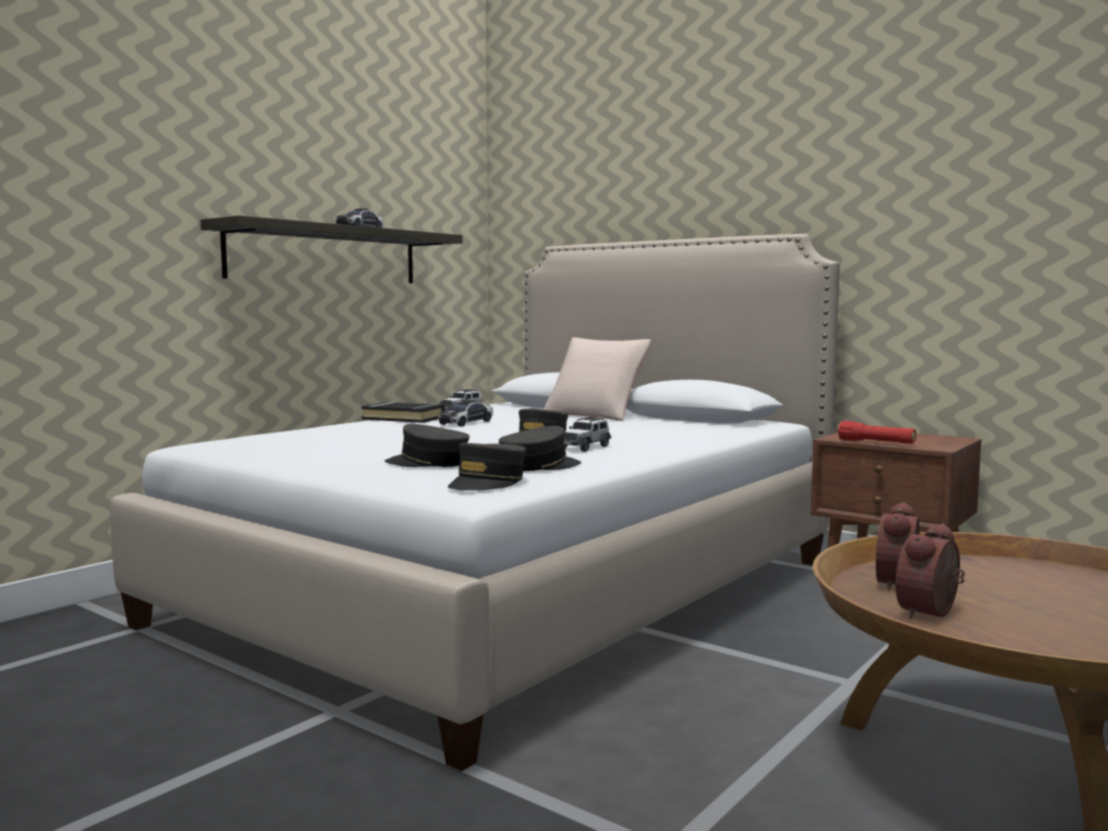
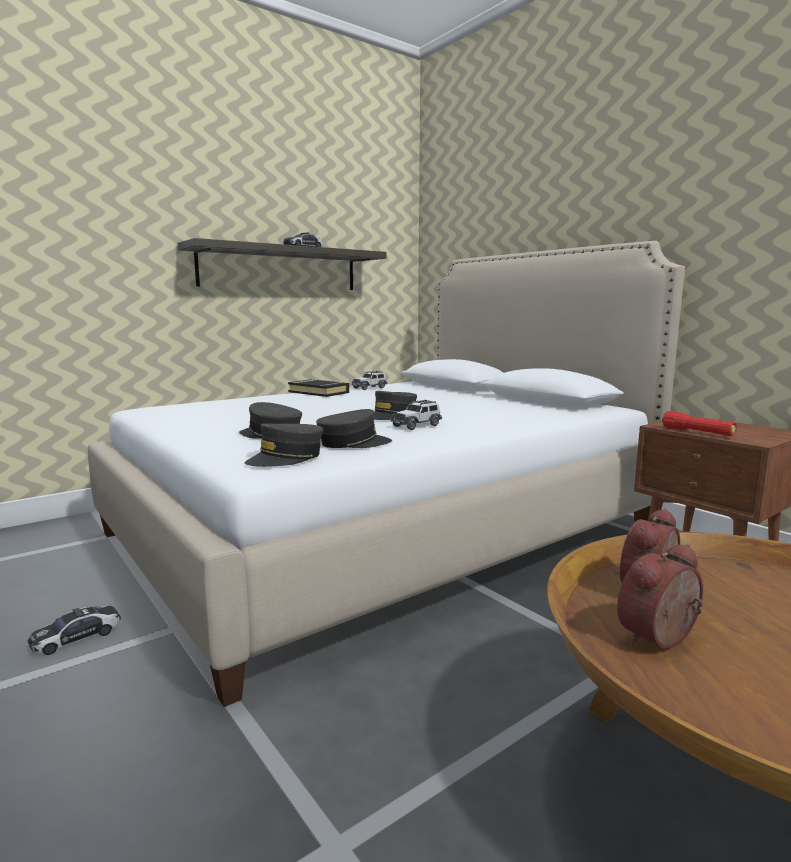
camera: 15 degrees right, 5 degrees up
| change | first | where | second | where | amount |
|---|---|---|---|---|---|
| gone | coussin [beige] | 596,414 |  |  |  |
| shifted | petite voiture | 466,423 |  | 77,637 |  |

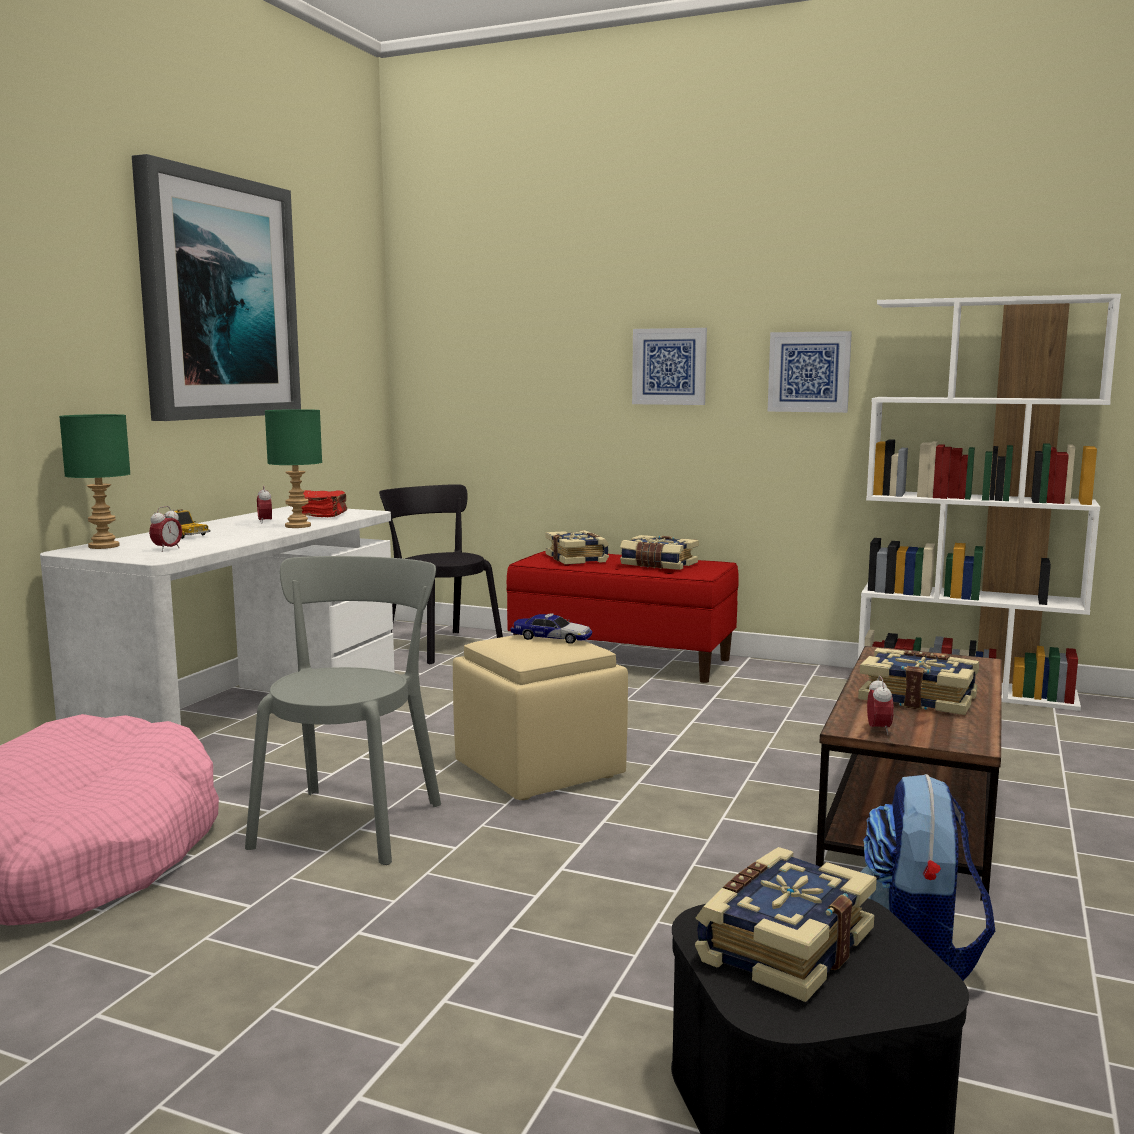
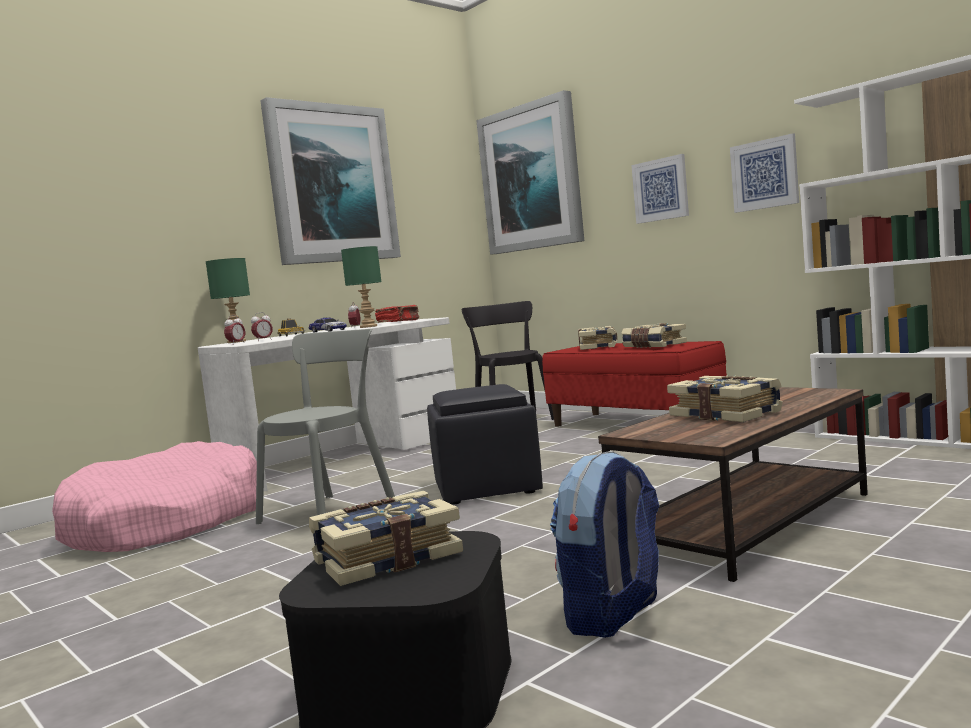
camera: 25 degrees right, 5 degrees down
| change | first | where | second | where | amount |
|---|---|---|---|---|---|
| new |  |  | tableau | 531,178 |  |
| shifted | petite voiture | 551,638 |  | 328,331 |  |
| shifted | réveil | 878,730 |  | 236,344 |  |
| repainted | pouf [beige] | 541,770 | pouf [noir] | 488,488 |  |

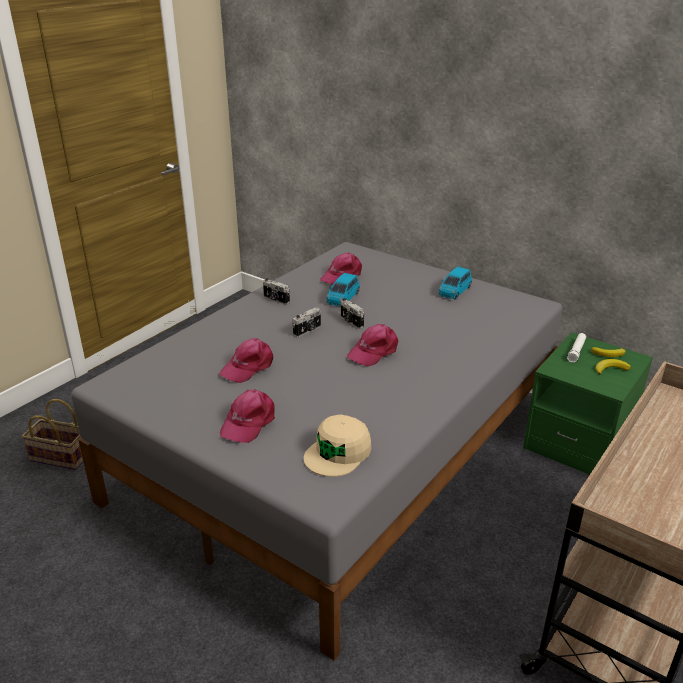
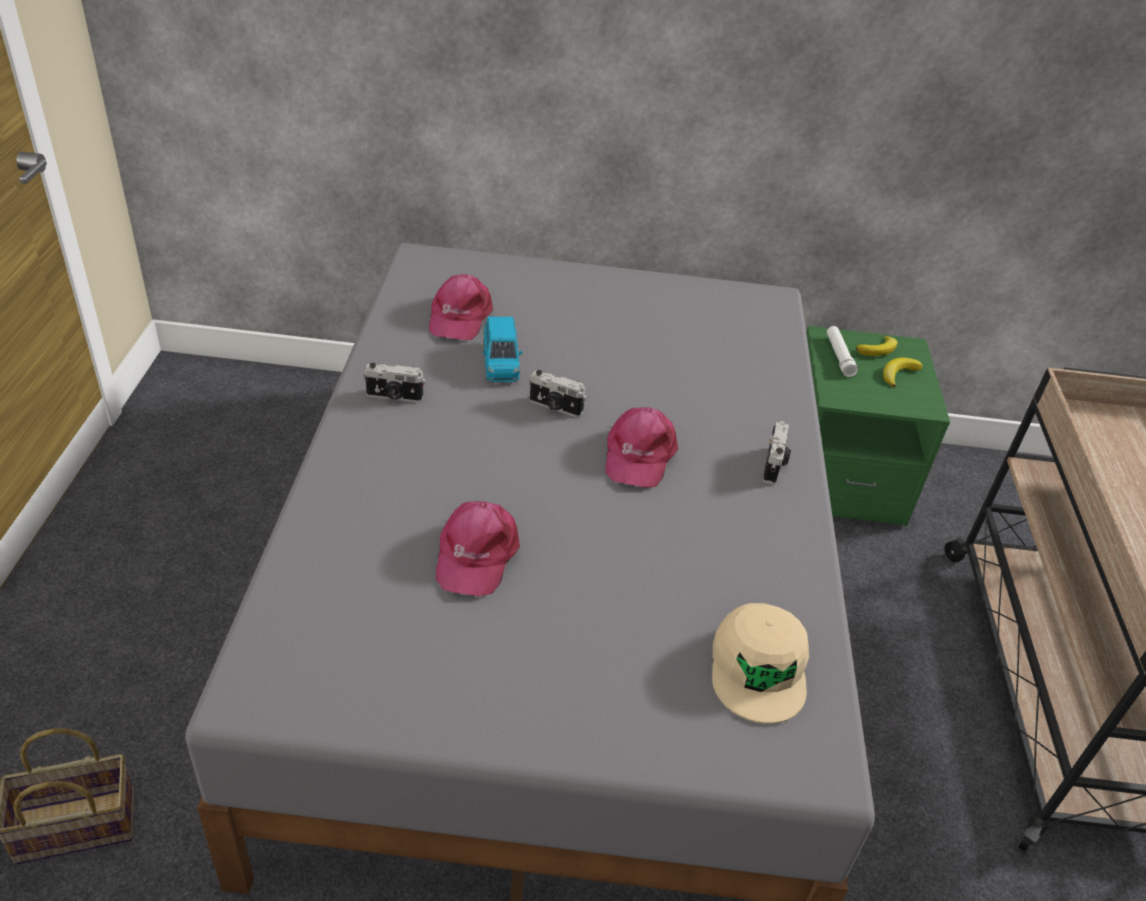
camera: 35 degrees left, 10 degrees up
| change | first | where | second | where | amount |
|---|---|---|---|---|---|
| gone | casquette [rose] | 248,422 |  |  |  |
| gone | petite voiture [bleu] | 454,291 |  |  |  |
| shifted | appareil photo | 308,331 |  | 774,465 |  |

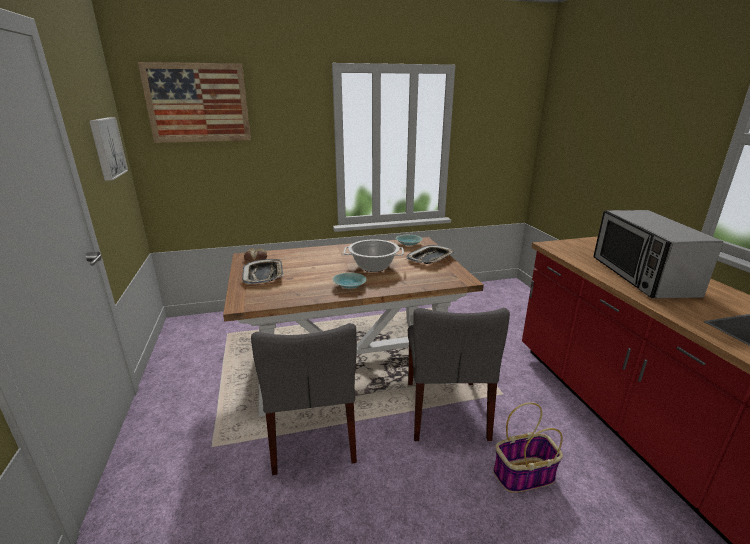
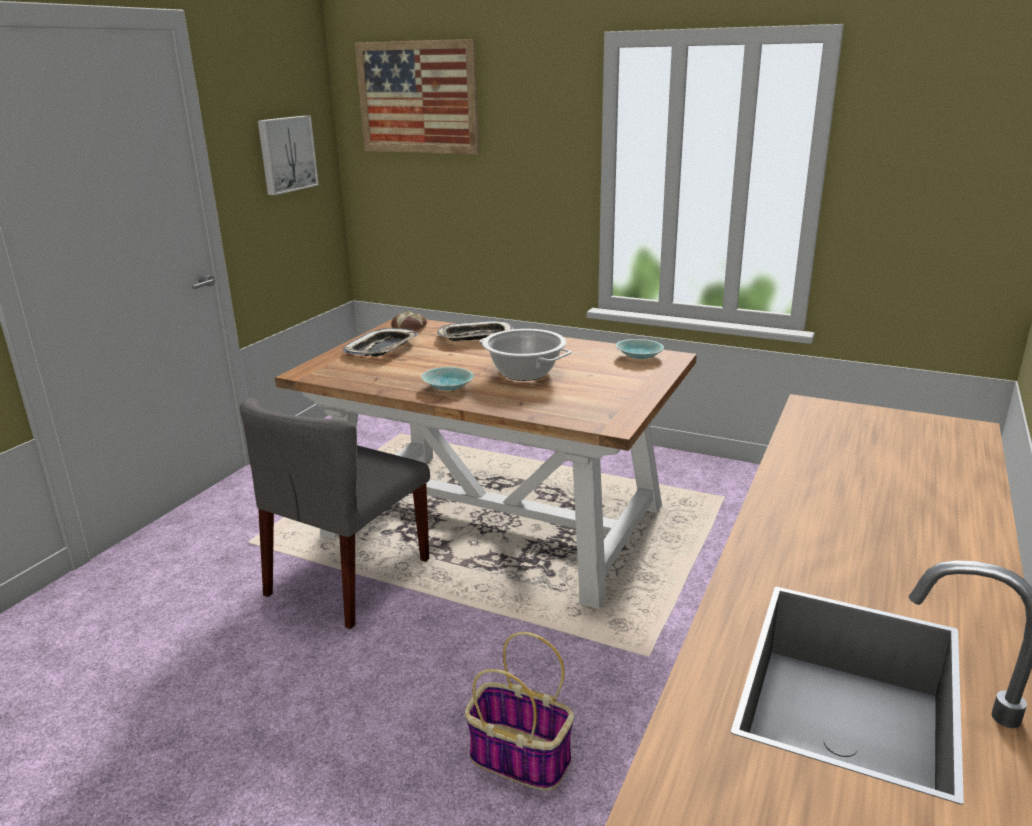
camera: 40 degrees right, 0 degrees up
| change | first | where | second | where | amount |
|---|---|---|---|---|---|
| gone | chaise [gris] | 446,410 |  |  |  |
| gone | micro-ondes | 641,276 |  |  |  |
| shifted | plateau | 430,258 |  | 475,337 |  |

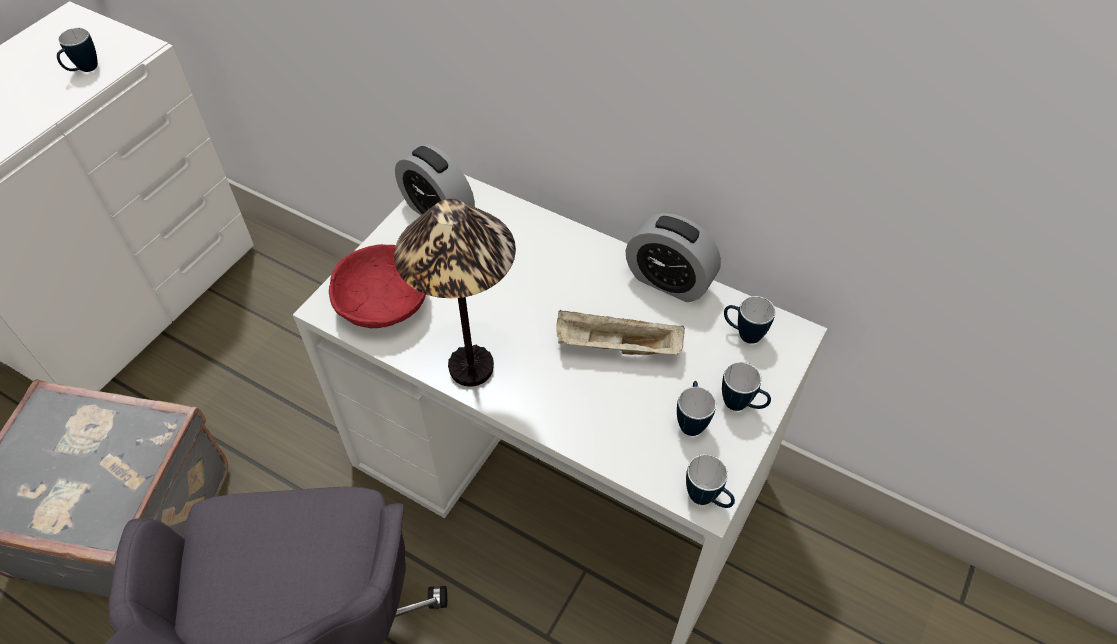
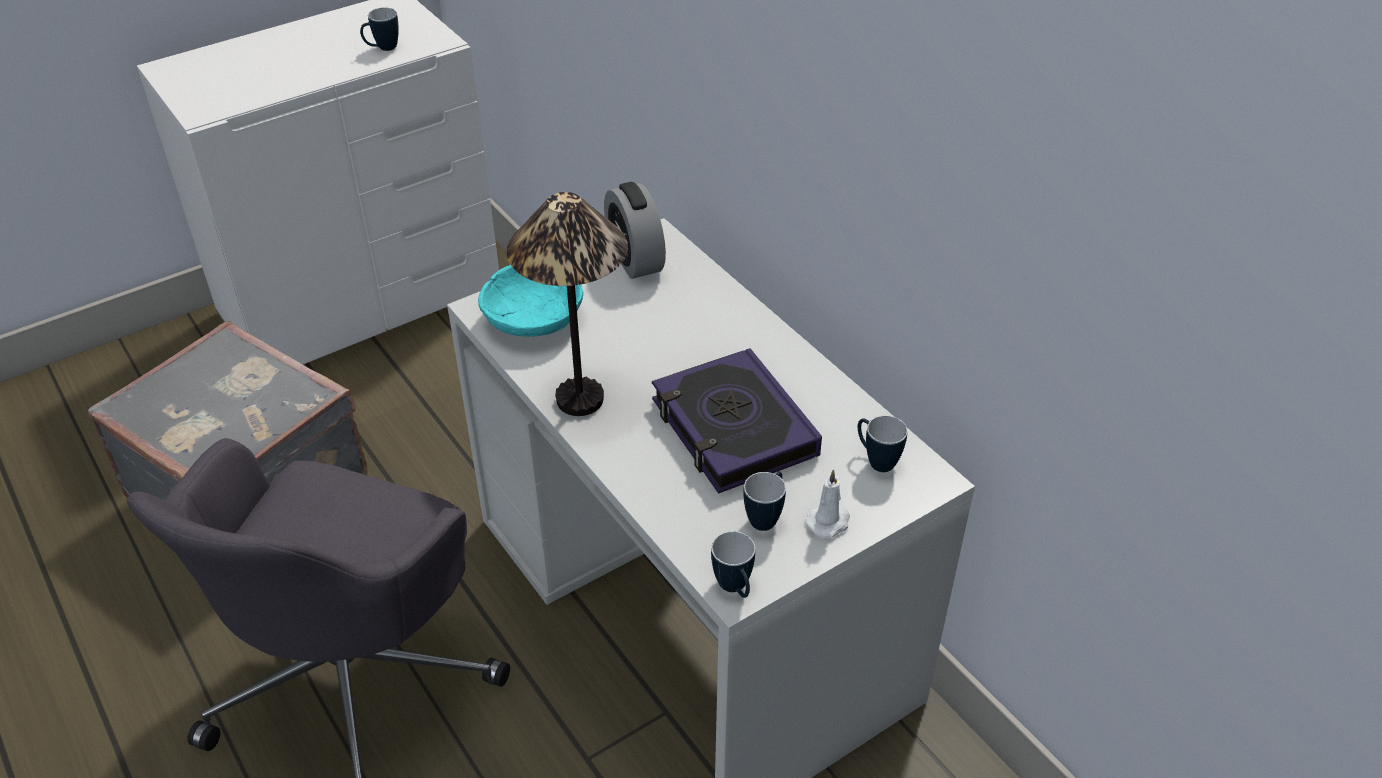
camera: 25 degrees right, 10 degrees down
| change | first | where | second | where | amount |
|---|---|---|---|---|---|
| gone | réveil | 669,281 |  |  |  |
| swapped | plateau [beige] | 616,347 | livre | 733,428 |  |
| swapped | mug | 741,405 | bougie [blanc] | 829,522 |  |
| repainted | bol [rouge] | 383,302 | bol [turquoise] | 534,319 |  |

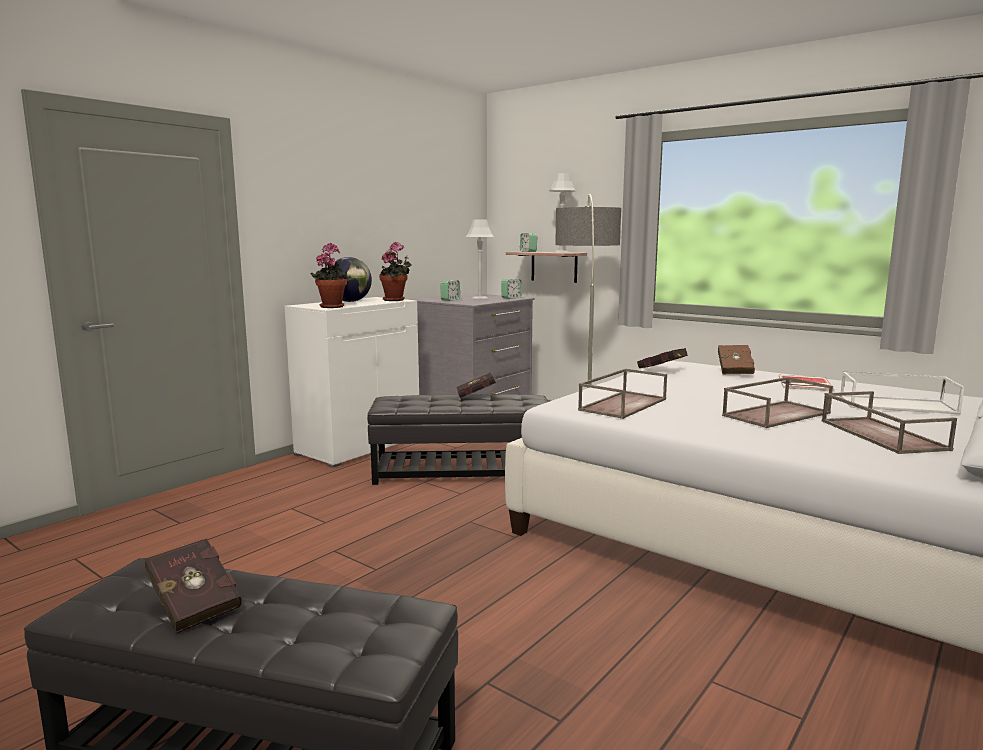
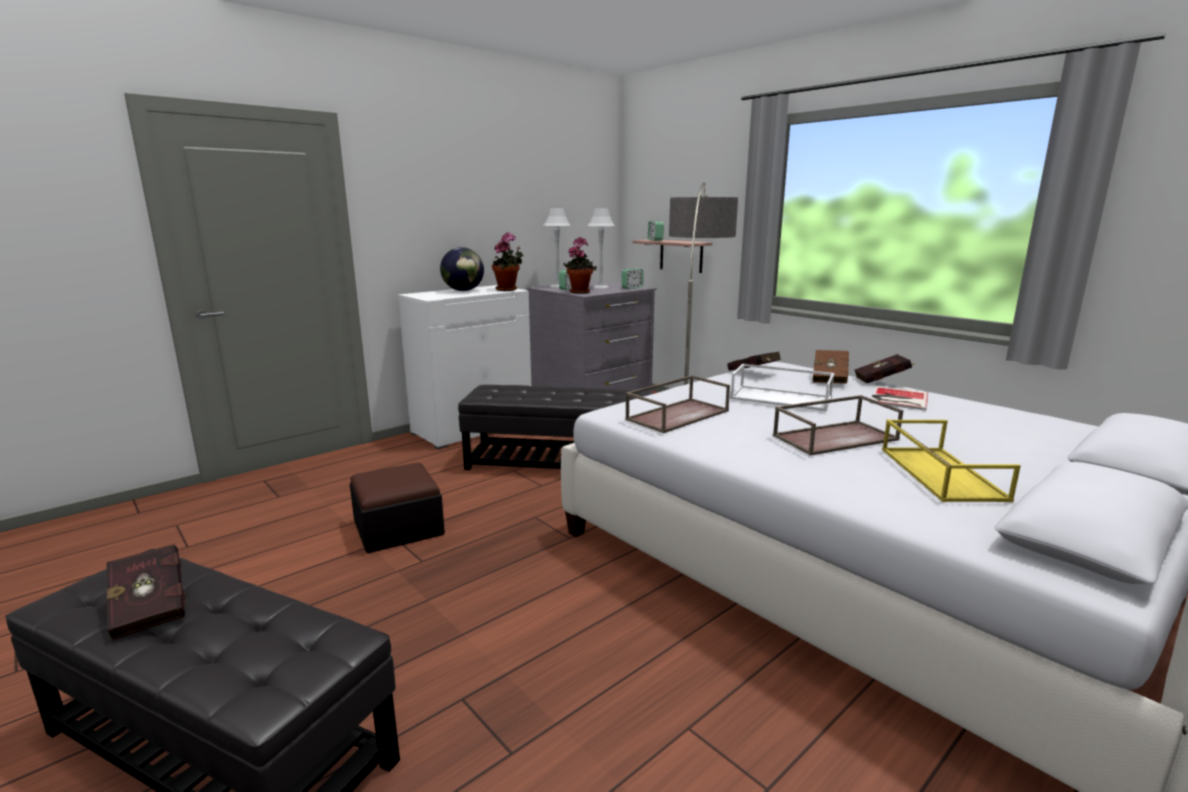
camera: 10 degrees right, 5 degrees up
| change | first | where | second | where | amount |
|---|---|---|---|---|---|
| new |  |  | pouf | 398,527 |  |
| shifted | plante en pot | 332,306 |  | 580,292 |  |
| shifted | livre [rouge] | 477,396 |  | 883,381 |  |
| shifted | lampe de table [gris] | 561,252 |  | 558,286 |  |
| shifted | plateau [blanc] | 898,404 |  | 782,398 |  |
| repainted | plateau [marron] | 880,434 | plateau [jaune] | 939,473 |  |

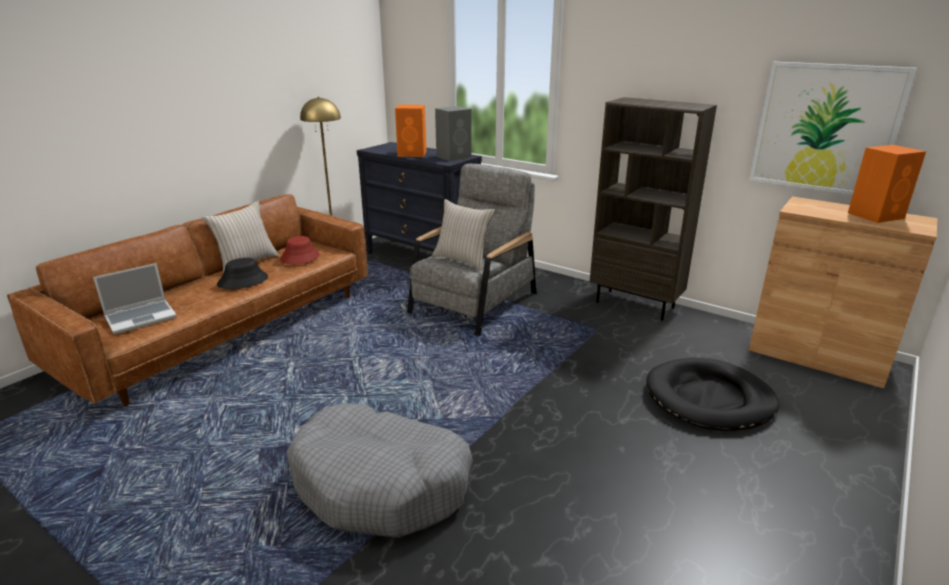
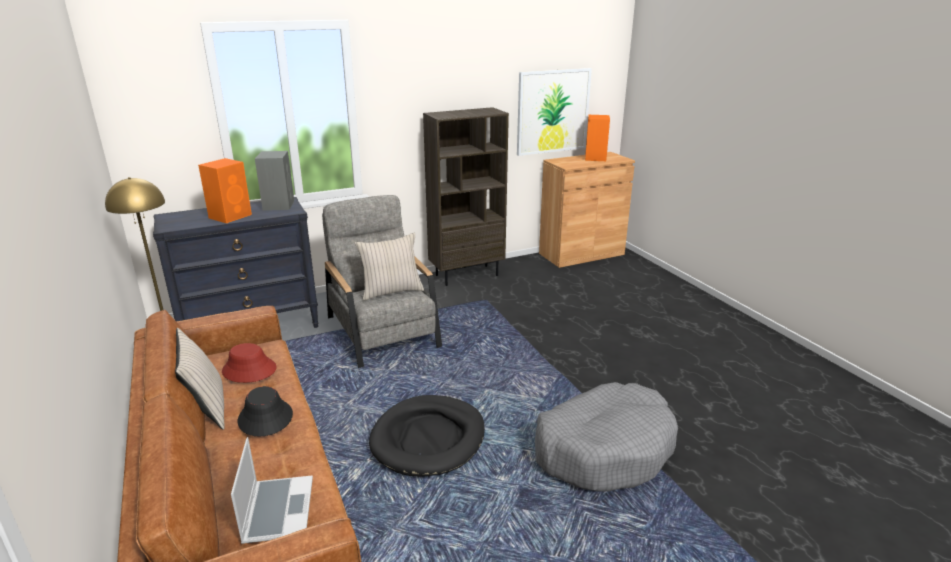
camera: 60 degrees left, 0 degrees up
| change | first | where | second | where | amount |
|---|---|---|---|---|---|
| shifted | panier pour chien [noir] | 709,399 |  | 428,439 |  |

